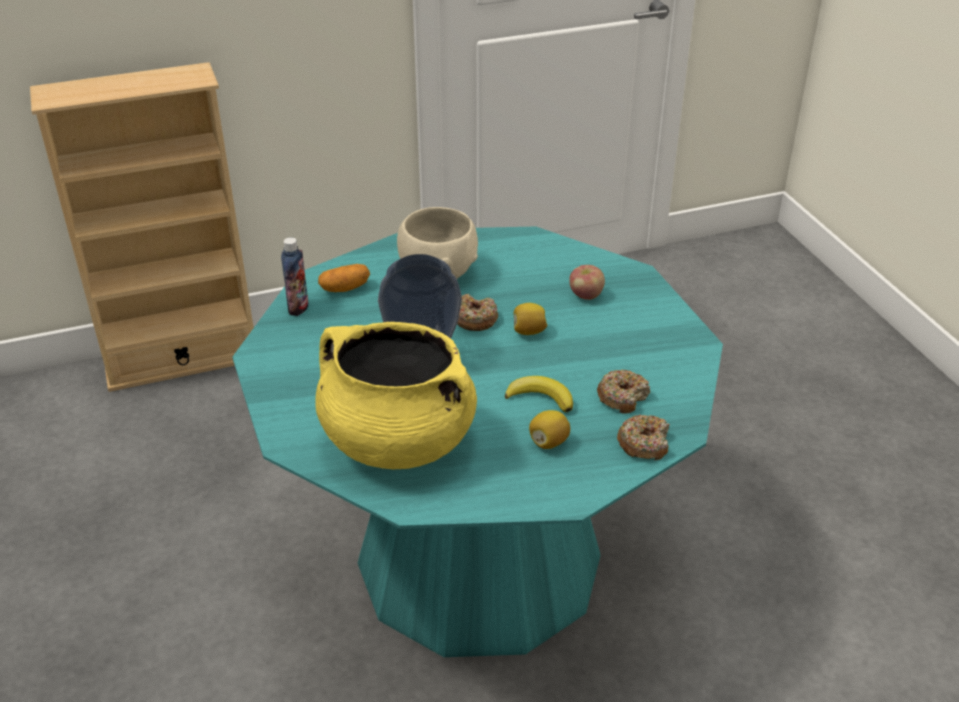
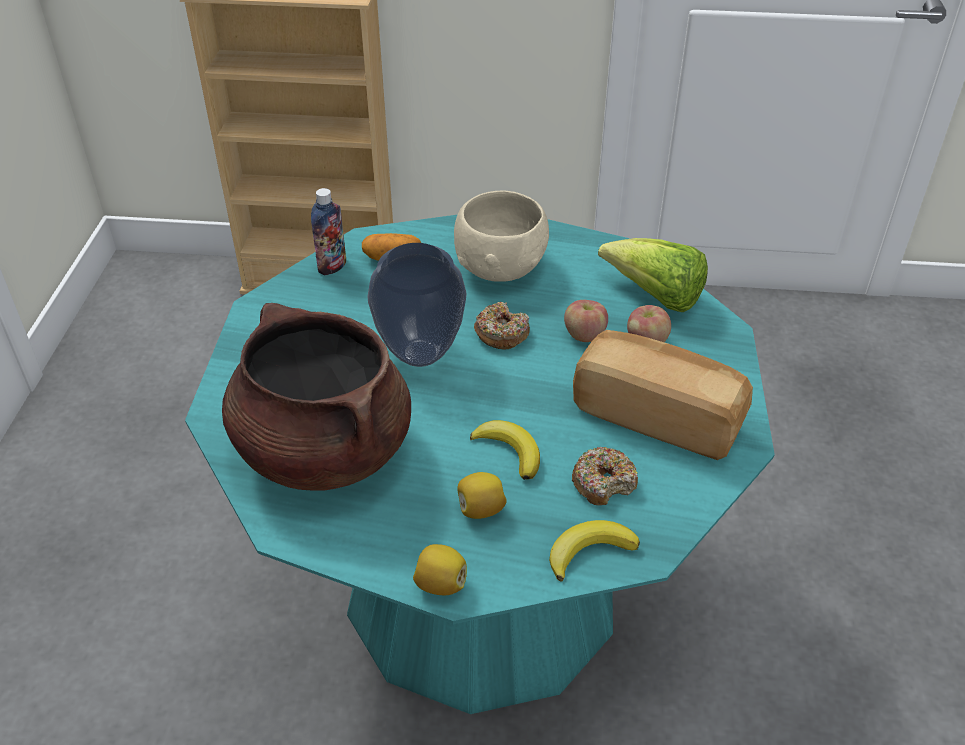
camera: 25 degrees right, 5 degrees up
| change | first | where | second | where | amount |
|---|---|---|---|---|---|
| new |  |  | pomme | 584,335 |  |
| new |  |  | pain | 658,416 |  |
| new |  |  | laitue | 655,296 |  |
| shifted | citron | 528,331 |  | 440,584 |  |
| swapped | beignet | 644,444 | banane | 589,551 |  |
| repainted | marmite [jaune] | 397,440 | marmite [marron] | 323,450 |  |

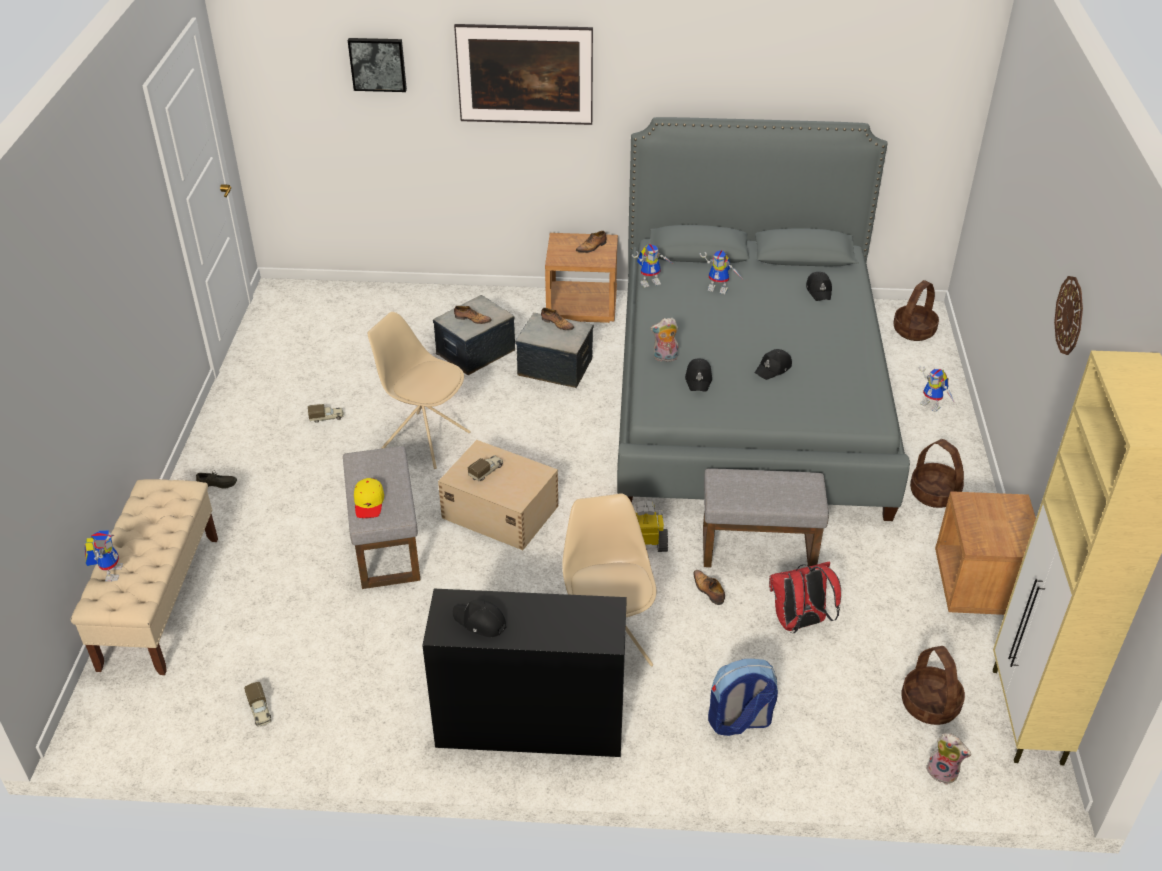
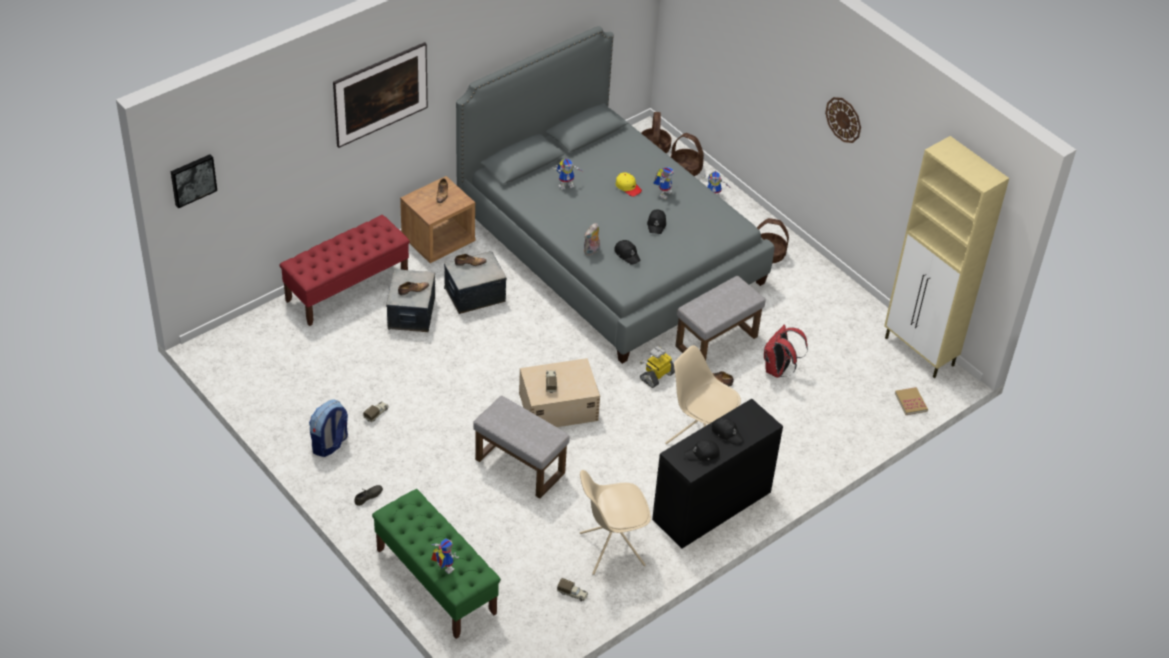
camera: 45 degrees left, 5 degrees up
| change | first | where | second | where | amount |
|---|---|---|---|---|---|
| gone | table de chevet [marron] | 979,585 |  |  |  |
| new |  |  | banc [rouge] | 347,288 |  |
| shifted | tableau | 378,63 |  | 192,179 |  |
| shifted | casquette [jaune] | 369,503 |  | 628,187 |  |
| shifted | chaise [beige] | 425,440 |  | 610,549 |  |
| shifted | robot jouet | 650,281 |  | 663,192 |  |
| shifted | sac à dos | 739,722 |  | 330,444 |  |
| shifted | casquette [noir] | 819,290 |  | 727,433 |  |
| shifted | panier | 930,704 |  | 686,169 |  |
| swapped | peluche | 943,772 | livre | 911,402 |  |
| repainted | banc [beige] | 160,601 | banc [vert] | 435,581 |  |

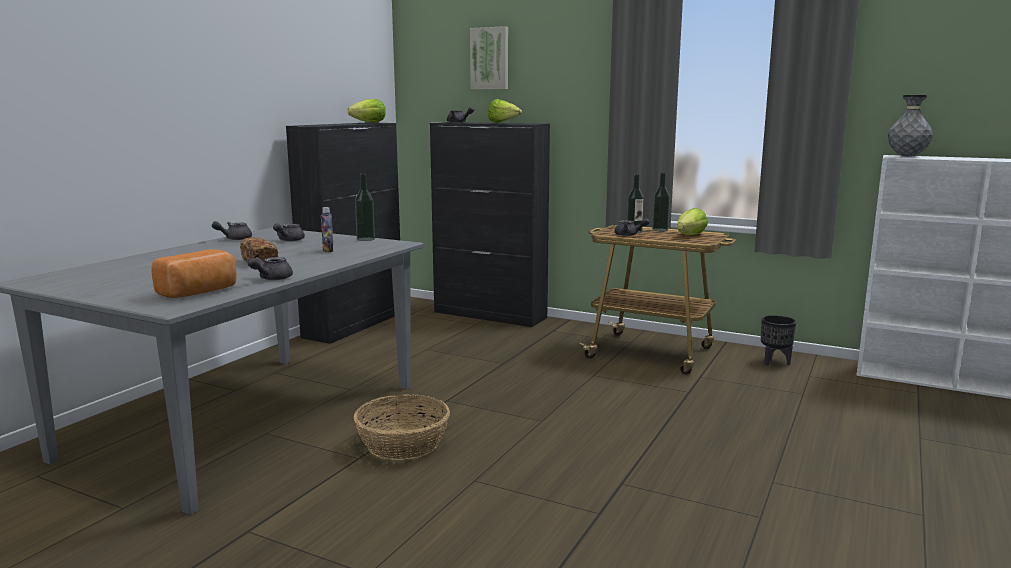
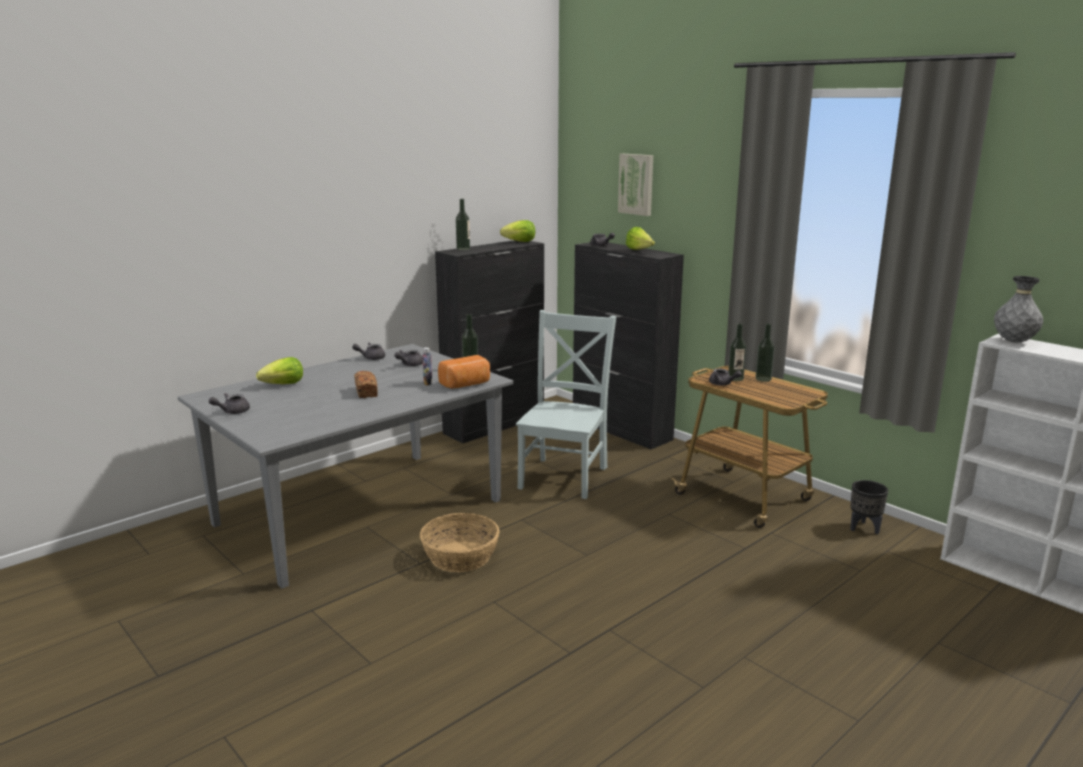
camera: 20 degrees right, 5 degrees up
| change | first | where | second | where | amount |
|---|---|---|---|---|---|
| new |  |  | bouteille | 463,249 |  |
| new |  |  | chaise [gris] | 565,476 |  |
| shifted | pain | 200,292 |  | 466,384 |  |
| shifted | théière [gris] | 271,279 |  | 232,412 |  |
| shifted | laitue | 690,235 |  | 284,385 |  |

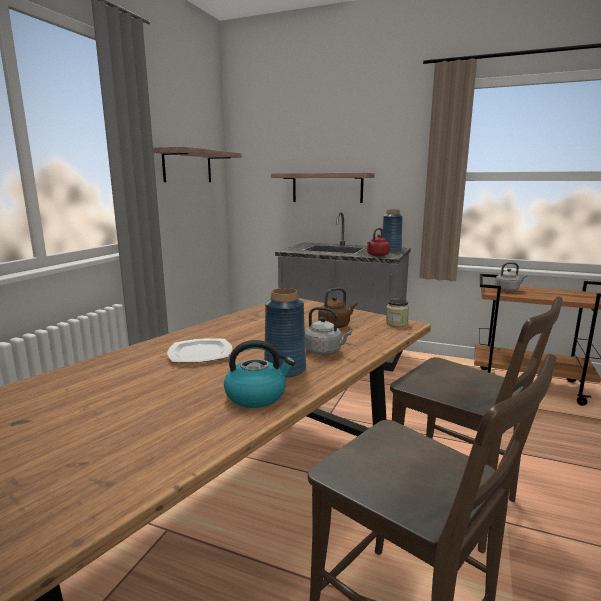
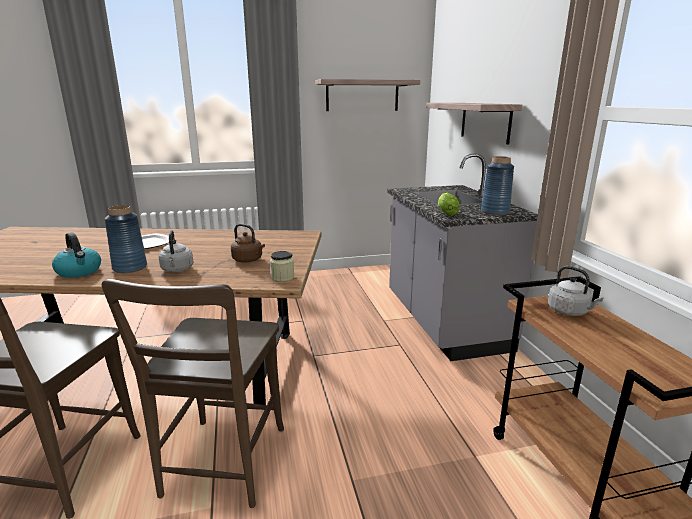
camera: 55 degrees right, 5 degrees up
| change | first | where | second | where | amount |
|---|---|---|---|---|---|
| swapped | bouilloire [rouge] | 377,255 | laitue | 446,212 |  |

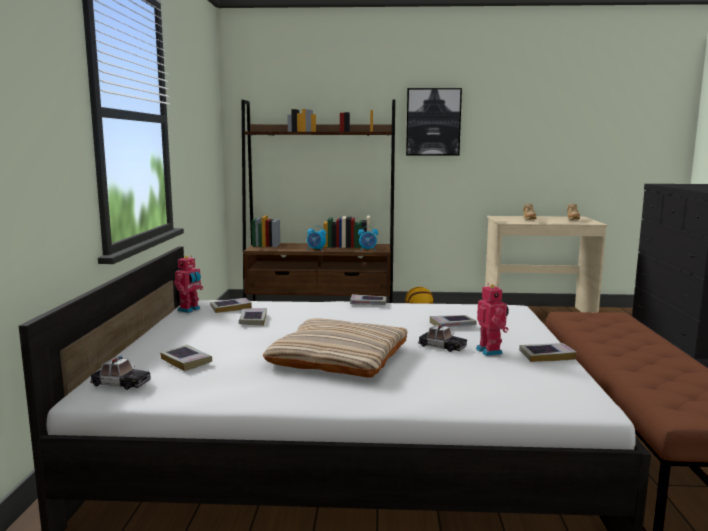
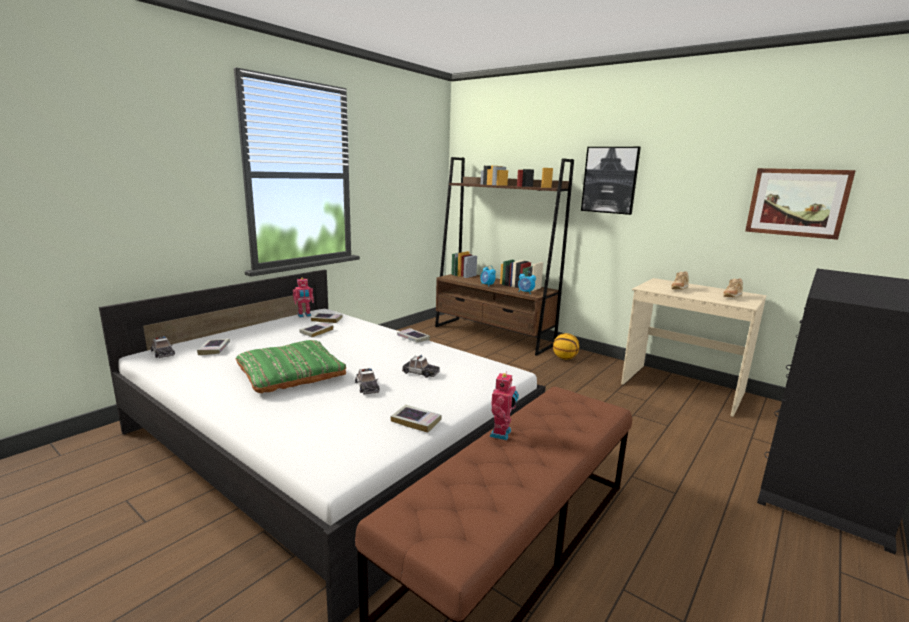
camera: 35 degrees right, 5 degrees up
| change | first | where | second | where | amount |
|---|---|---|---|---|---|
| new |  |  | tableau | 797,202 |  |
| shifted | robot jouet | 490,351 |  | 502,434 |  |
| swapped | livre | 452,325 | petite voiture | 420,372 |  |
| repainted | coussin [beige] | 338,357 | coussin [vert] | 291,373 |  |

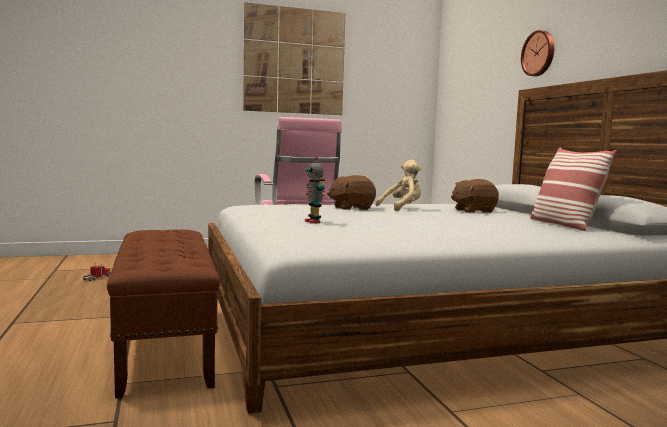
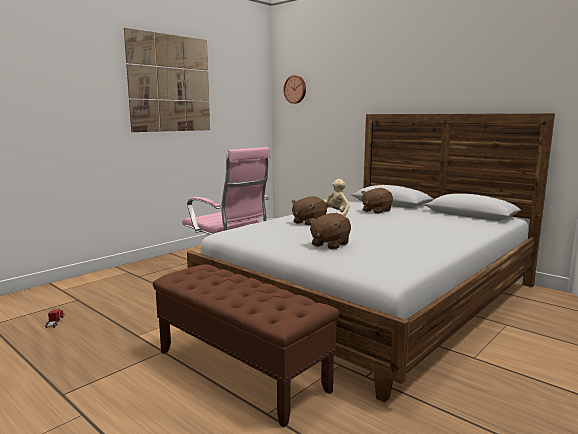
camera: 30 degrees left, 5 degrees up
| change | first | where | second | where | amount |
|---|---|---|---|---|---|
| gone | coussin | 564,225 |  |  |  |
| shifted | horloge murale | 539,53 |  | 295,89 |  |
| swapped | robot jouet | 313,222 | peluche [marron] | 329,244 |  |

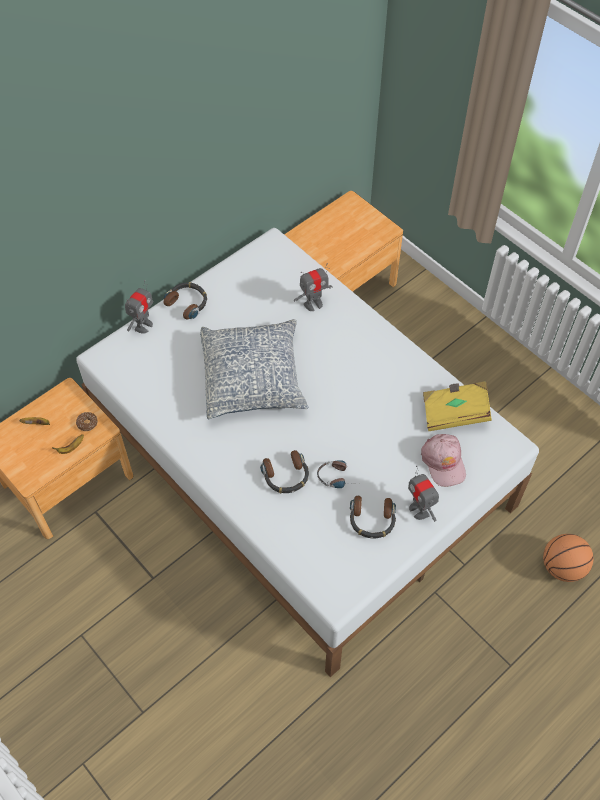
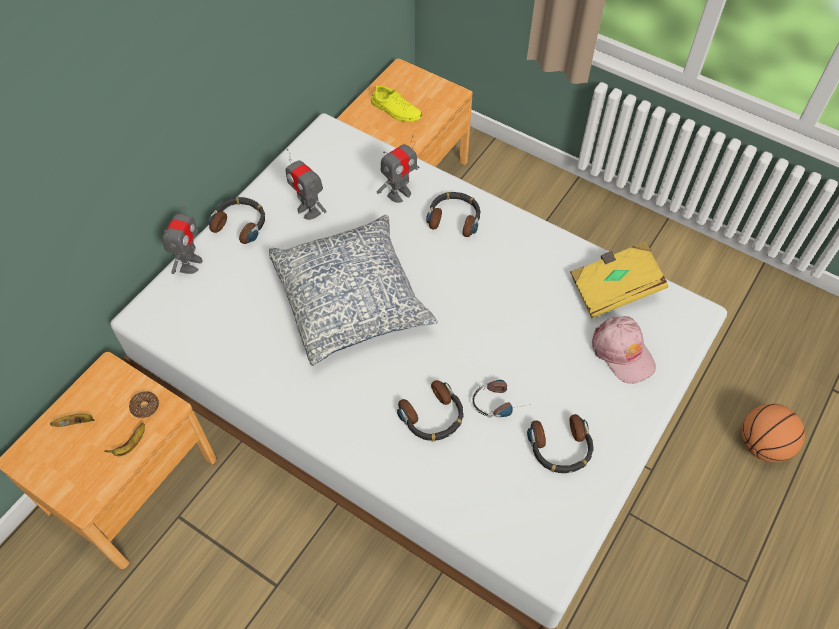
camera: 15 degrees left, 0 degrees up
| change | first | where | second | where | amount |
|---|---|---|---|---|---|
| new |  |  | chaussure [jaune] | 396,110 |  |
| new |  |  | casque audio | 454,218 |  |
| shifted | robot jouet | 419,510 |  | 309,210 |  |

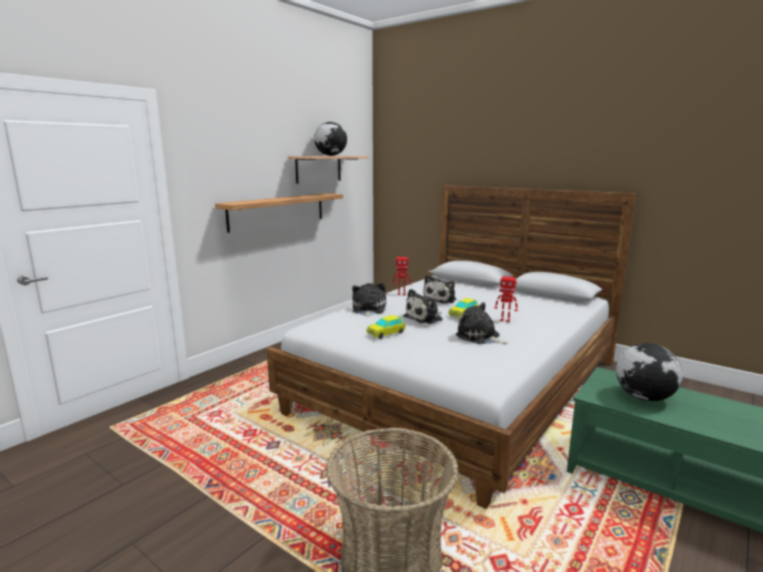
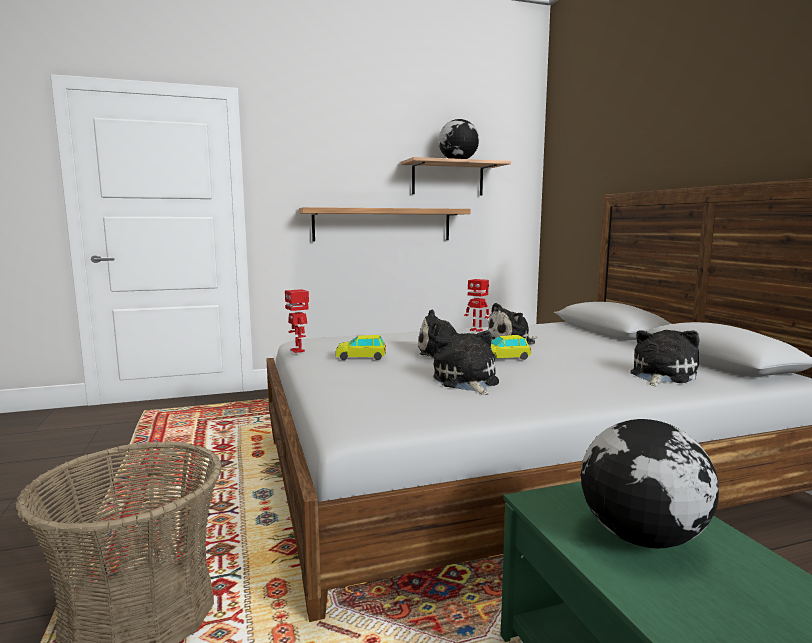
camera: 35 degrees right, 5 degrees down
| change | first | where | second | where | amount |
|---|---|---|---|---|---|
| shifted | peluche | 368,310 |  | 660,375 |  |
| shifted | robot jouet | 505,320 |  | 298,351 |  |

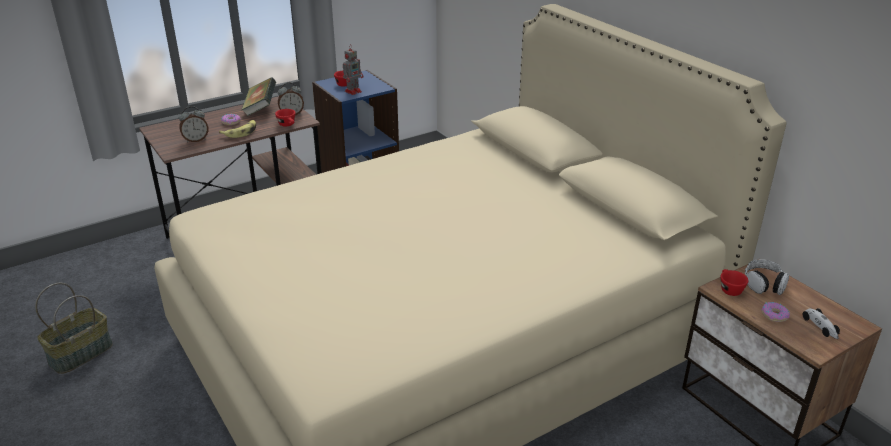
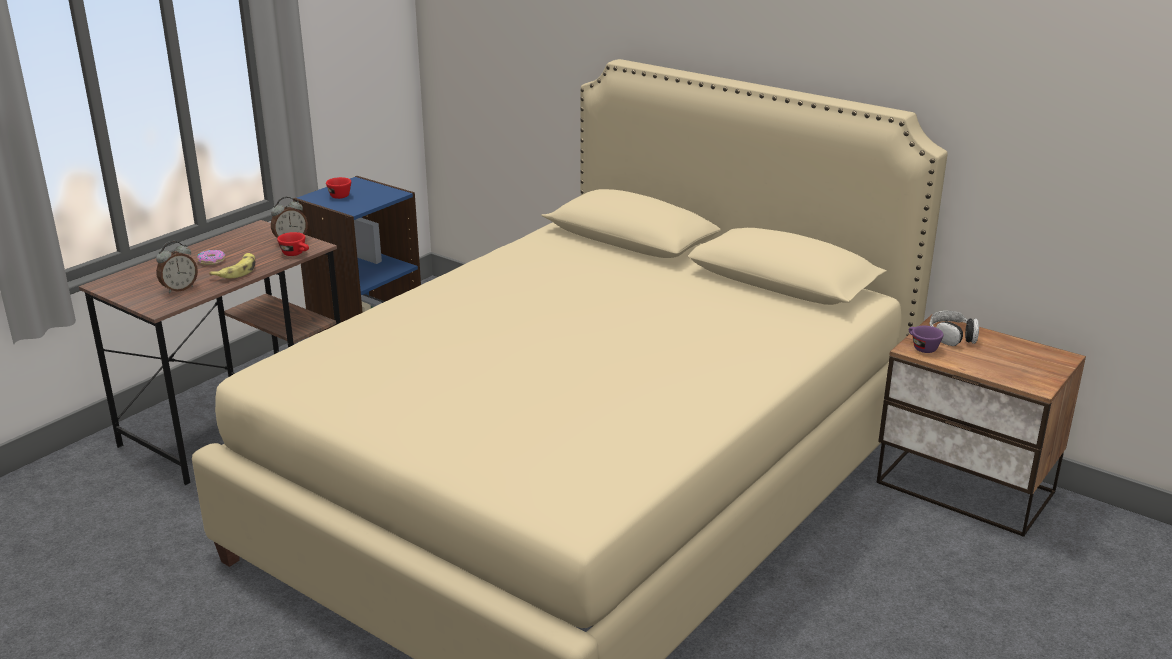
camera: 20 degrees left, 5 degrees down
| change | first | where | second | where | amount |
|---|---|---|---|---|---|
| gone | panier | 81,353 |  |  |  |
| gone | livre | 260,109 |  |  |  |
| gone | robot jouet | 353,91 |  |  |  |
| gone | beignet | 774,315 |  |  |  |
| gone | petite voiture | 820,326 |  |  |  |
| repainted | tasse [rouge] | 729,289 | tasse [violet] | 921,347 |  |

